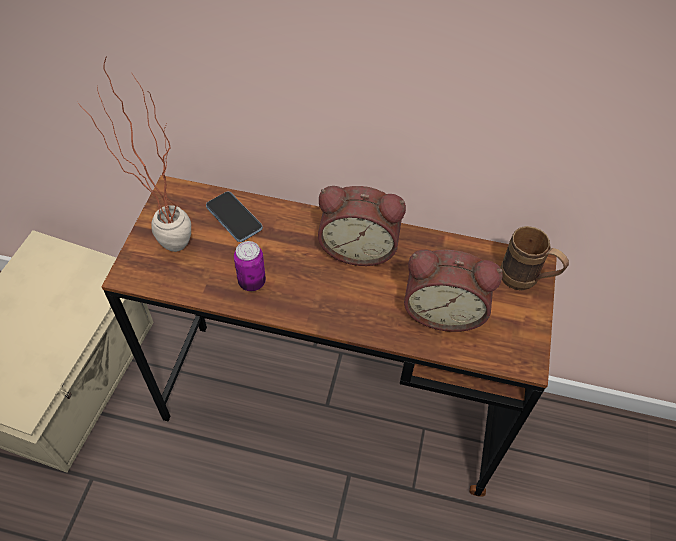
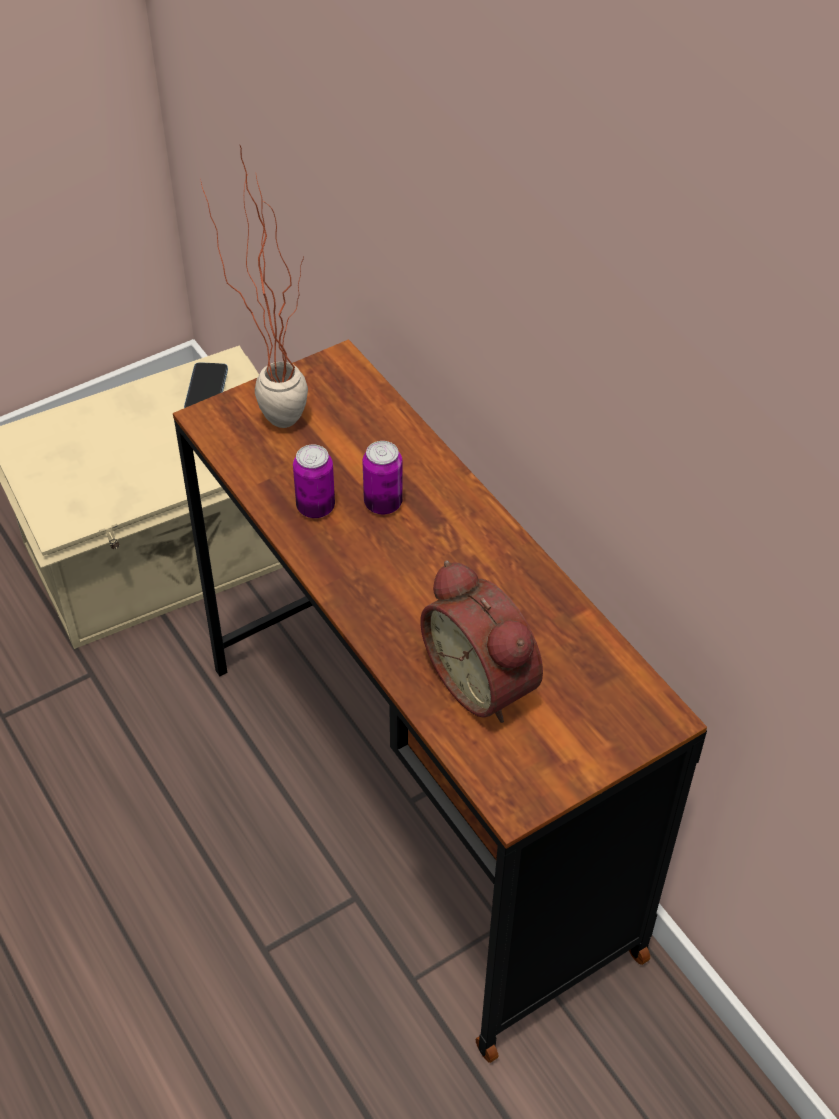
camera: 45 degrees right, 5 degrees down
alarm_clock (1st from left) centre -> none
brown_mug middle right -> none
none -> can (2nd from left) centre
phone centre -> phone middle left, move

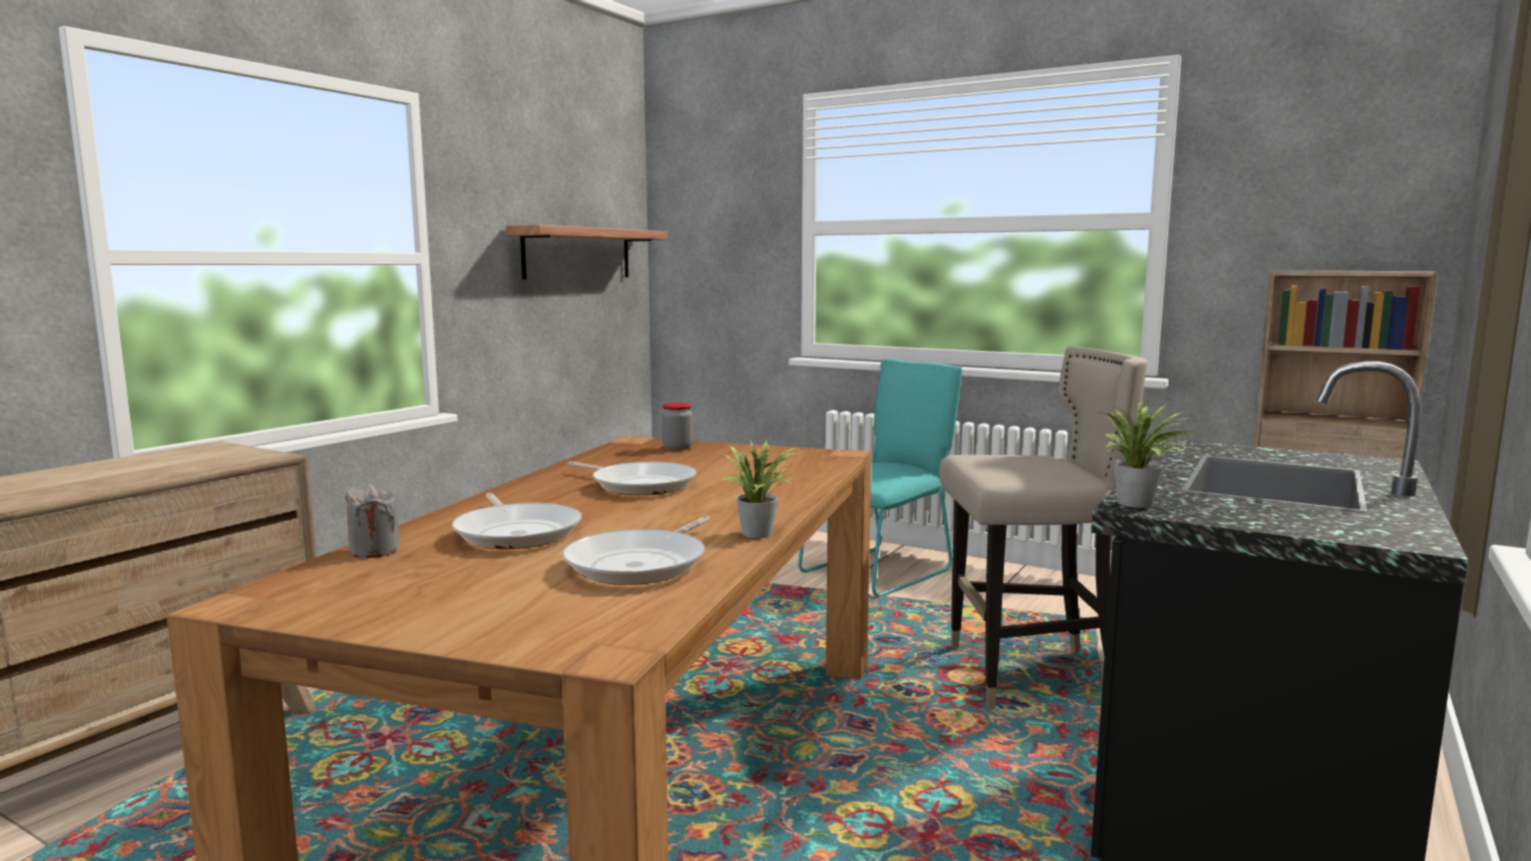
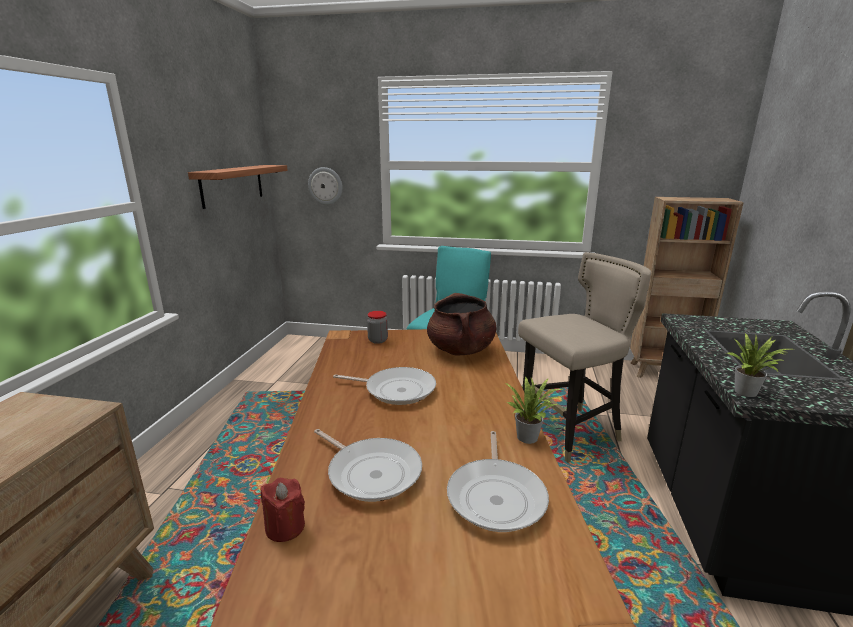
camera: 20 degrees left, 10 degrees up
none -> wall_clock top centre
none -> brown_cooking_pot centre
grey_candle middle left -> red_candle bottom left

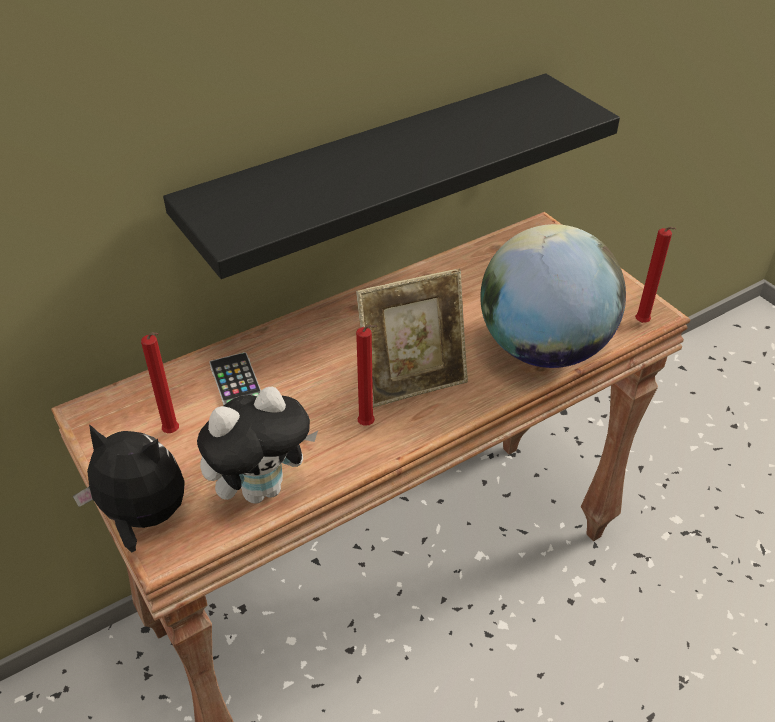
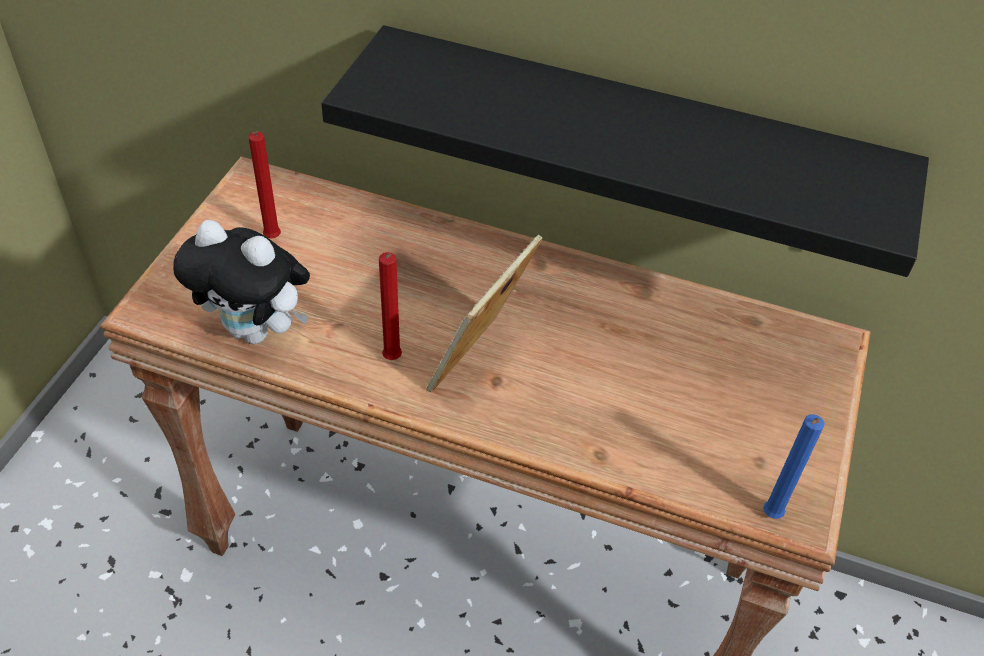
camera: 50 degrees right, 5 degrees up
plush_toy (1st from left) bottom left -> none
phone middle left -> none
globe middle right -> none
red_candle (3rd from left) middle right -> blue_candle bottom right
picture_frame centre, 90 degrees clockwise

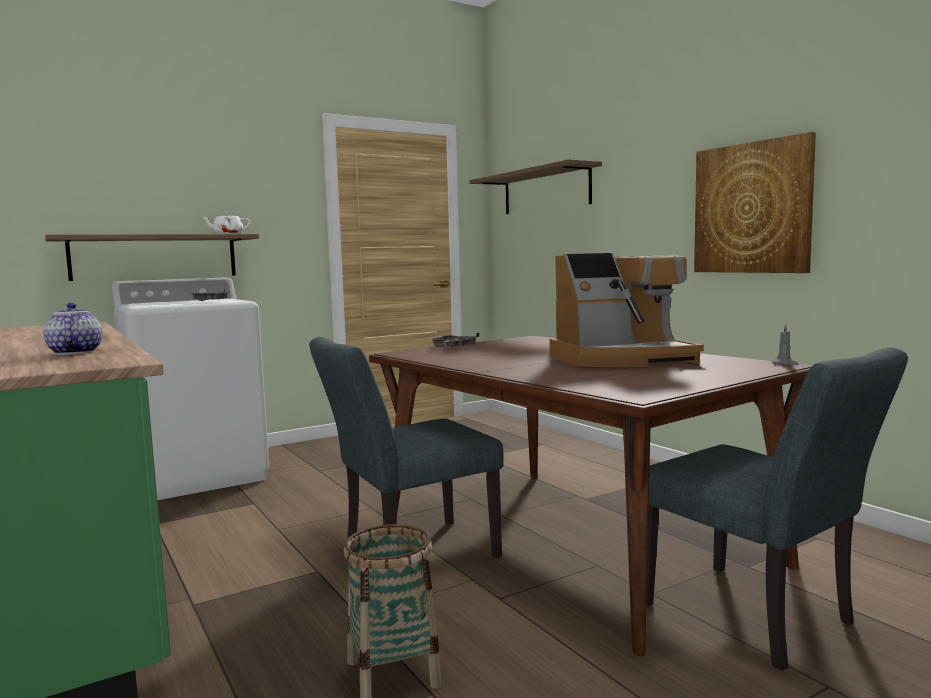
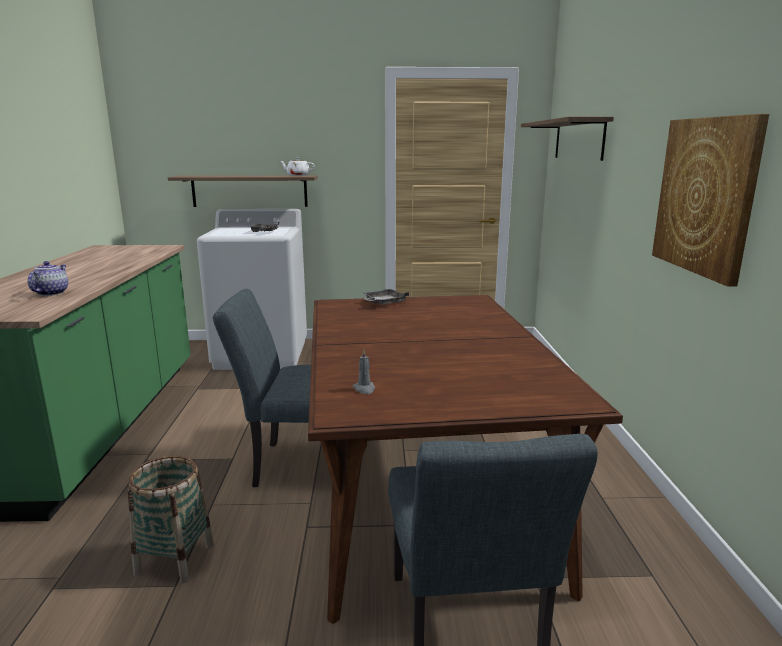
camera: 30 degrees right, 10 degrees up
coffee_machine middle right -> none
grey_candle middle right -> grey_candle centre, move

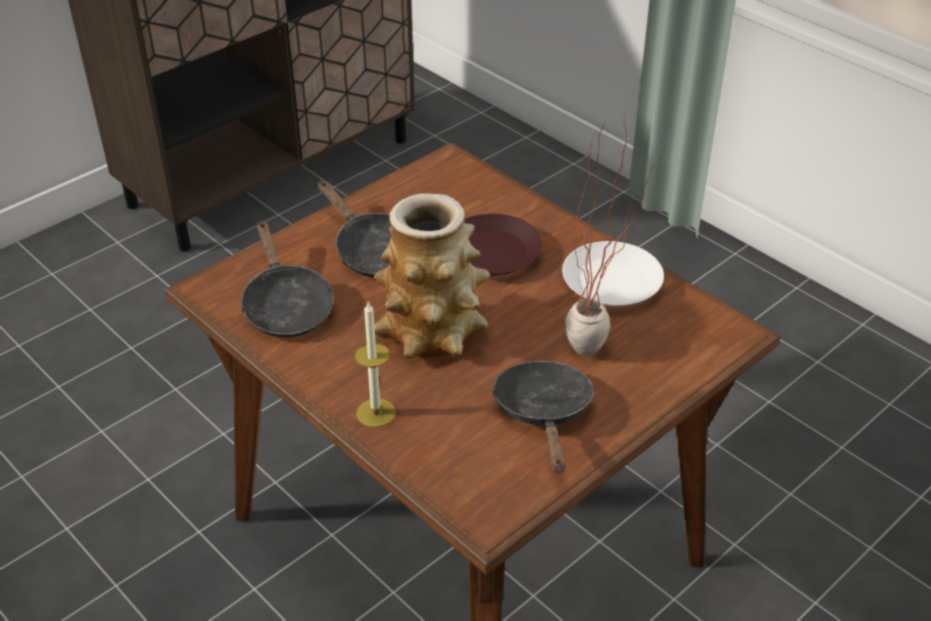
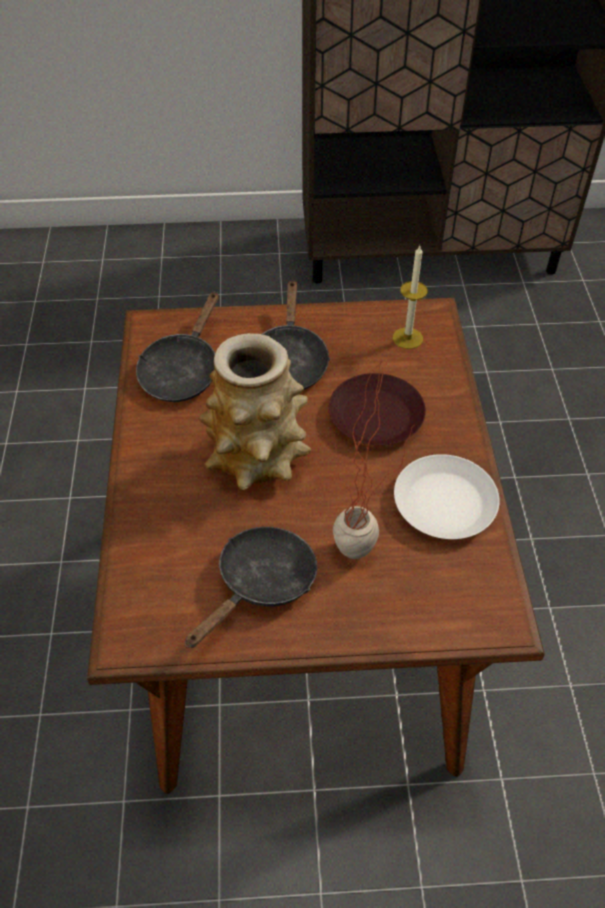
camera: 40 degrees right, 10 degrees up
candle centre -> candle top right, move

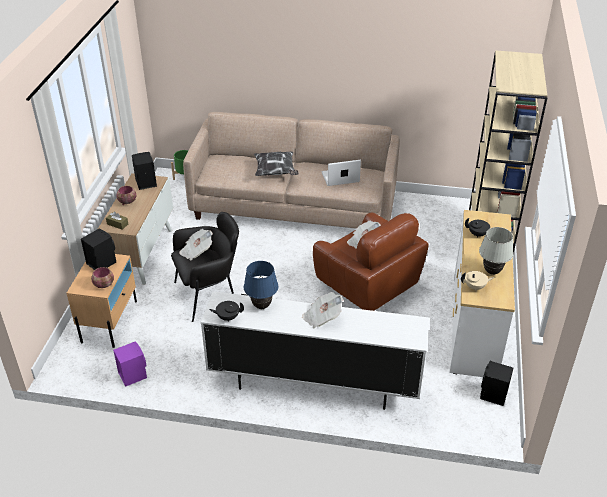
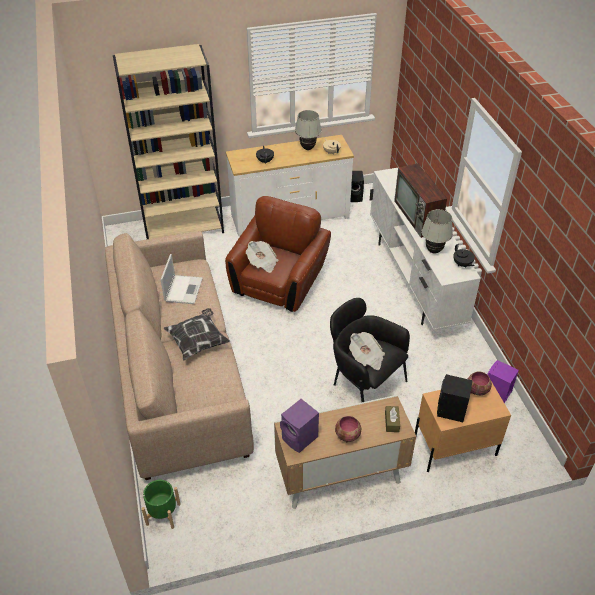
camera: 115 degrees left, 5 degrees up
newspaper (2nd from left) centre -> television middle right
black_speaker (2nd from left) middle left -> purple_speaker (1st from left) bottom centre
blue_table_lamp centre -> white_table_lamp (2nd from left) middle right
laptop centre -> laptop middle left, 135 degrees counterclockwise

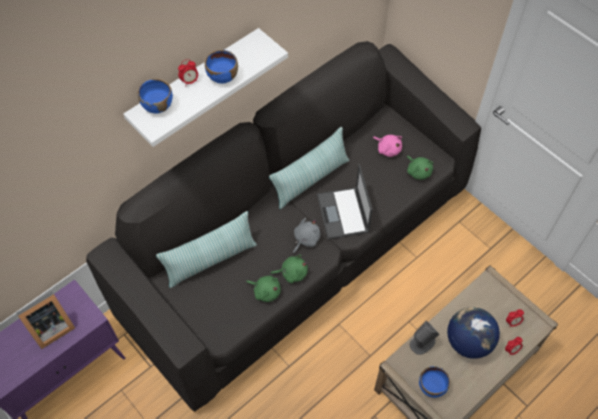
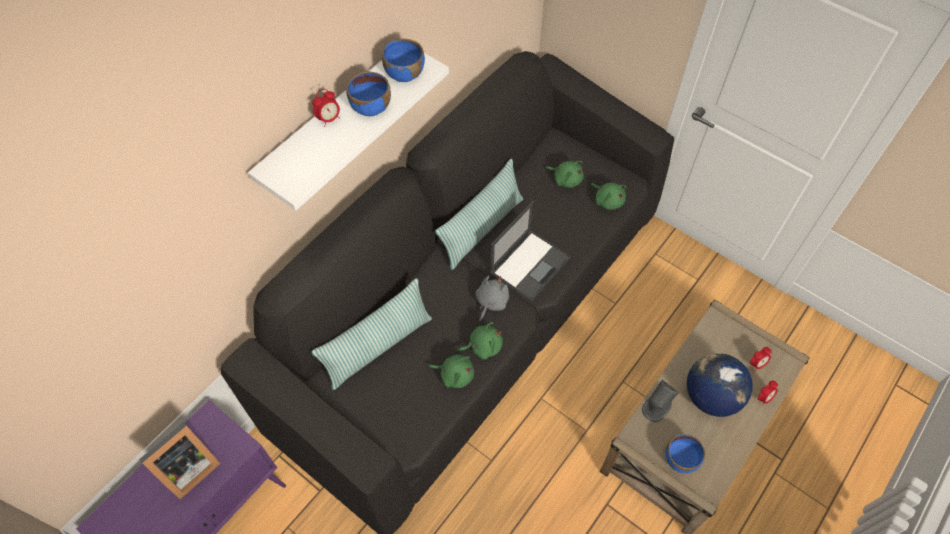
camera: 10 degrees left, 0 degrees up
blue_bowl (1st from left in the first image) top left -> blue_bowl (2nd from left) top centre, move
pink_plush_toy centre -> green_plush_toy (3rd from left) top centre
laptop centre, 120 degrees counterclockwise

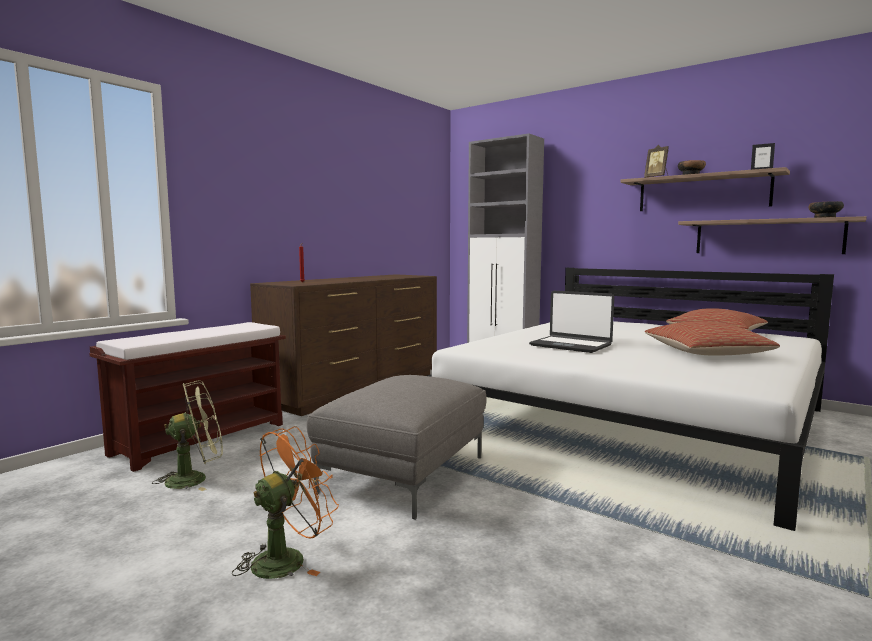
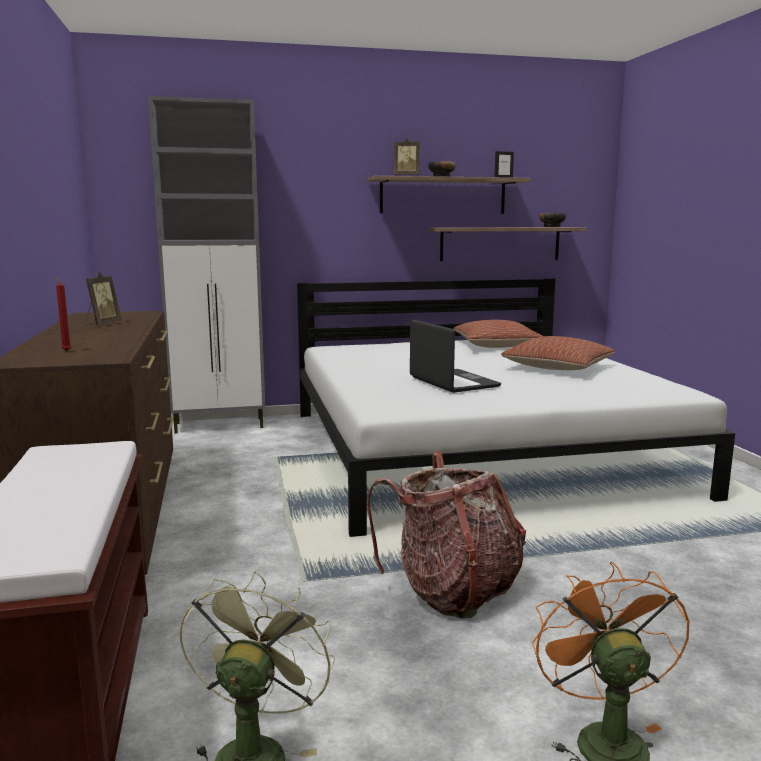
camera: 50 degrees left, 5 degrees up
none -> picture_frame (1st from left) middle left
grey_ottoman bottom centre -> backpack bottom centre
laptop centre, 105 degrees counterclockwise

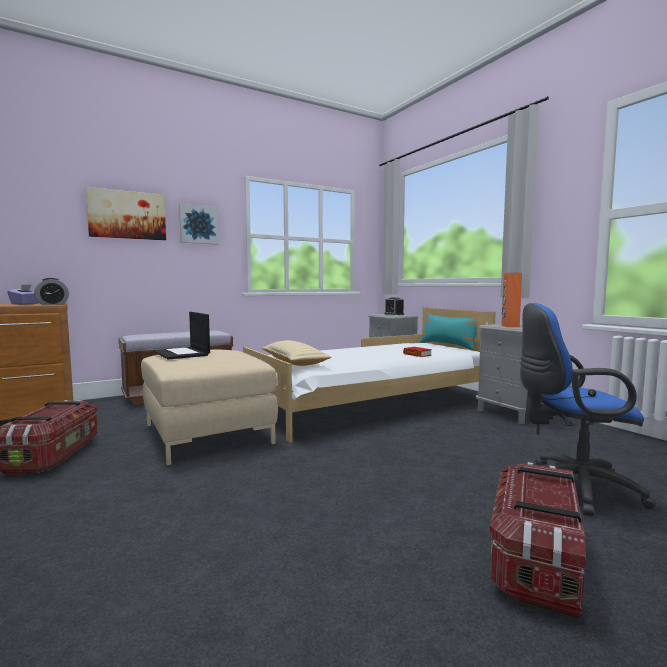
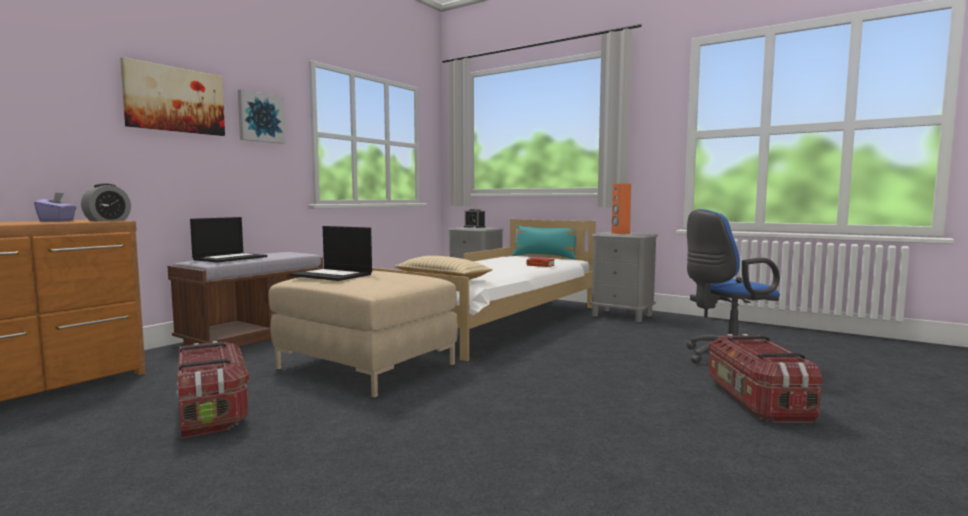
camera: 25 degrees left, 0 degrees up
none -> laptop (1st from left) middle left

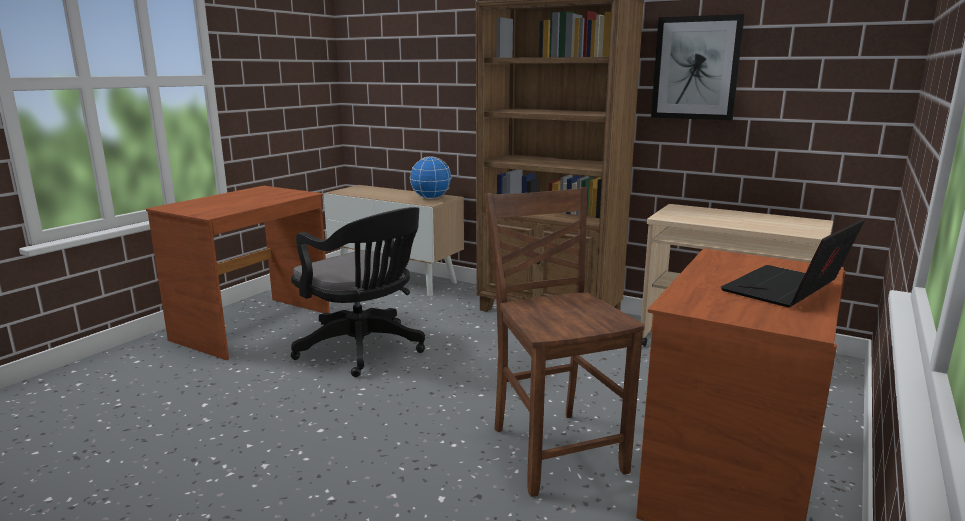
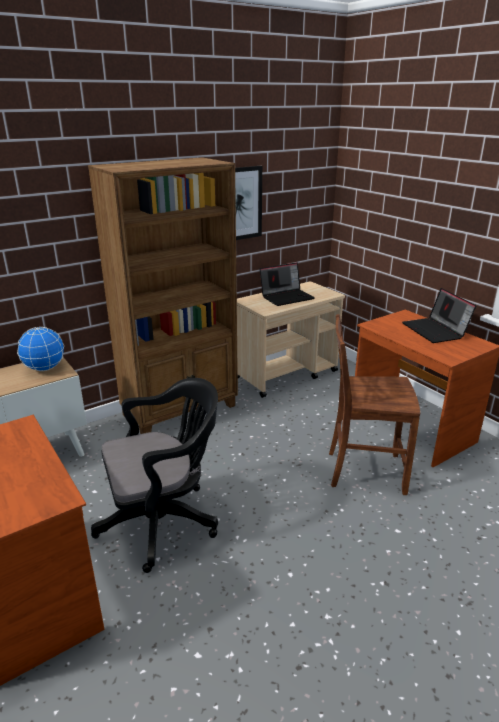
camera: 65 degrees left, 10 degrees up
none -> laptop (1st from left) centre

